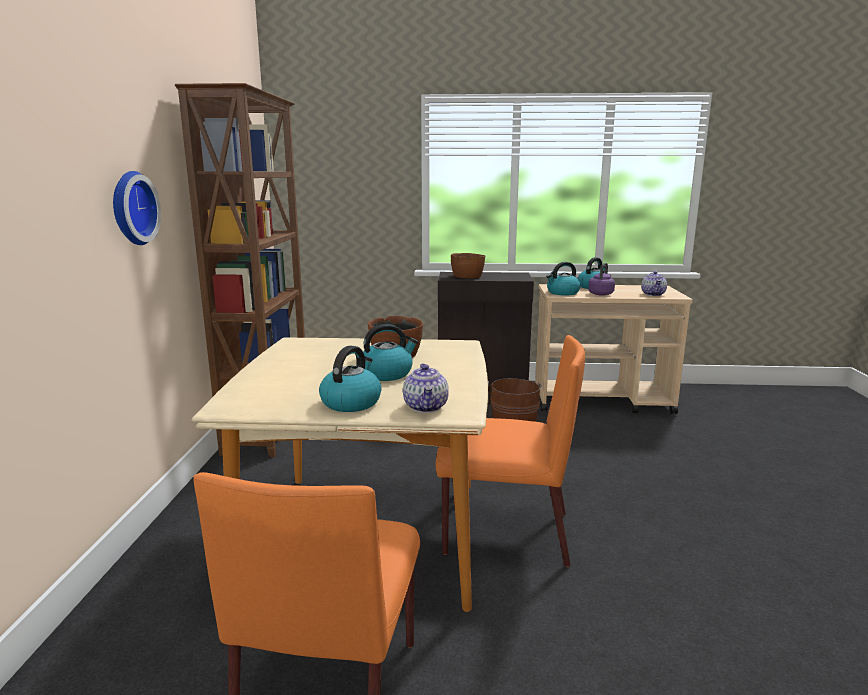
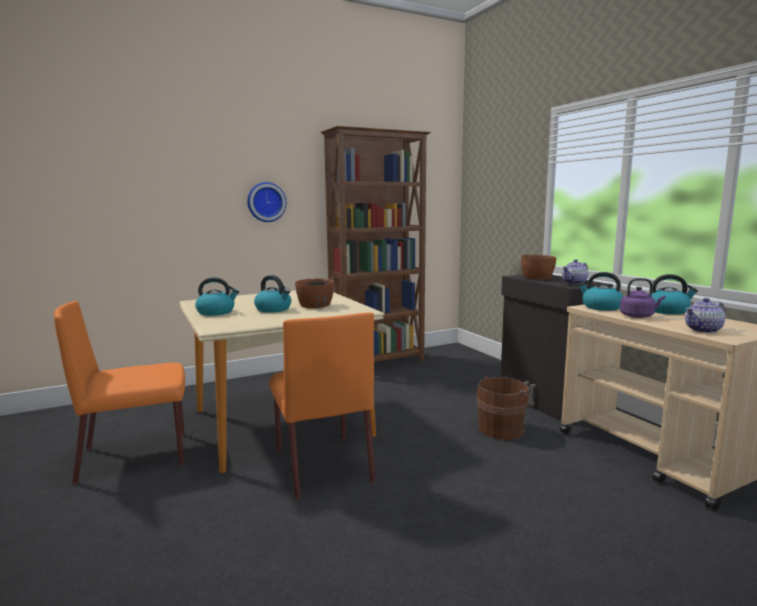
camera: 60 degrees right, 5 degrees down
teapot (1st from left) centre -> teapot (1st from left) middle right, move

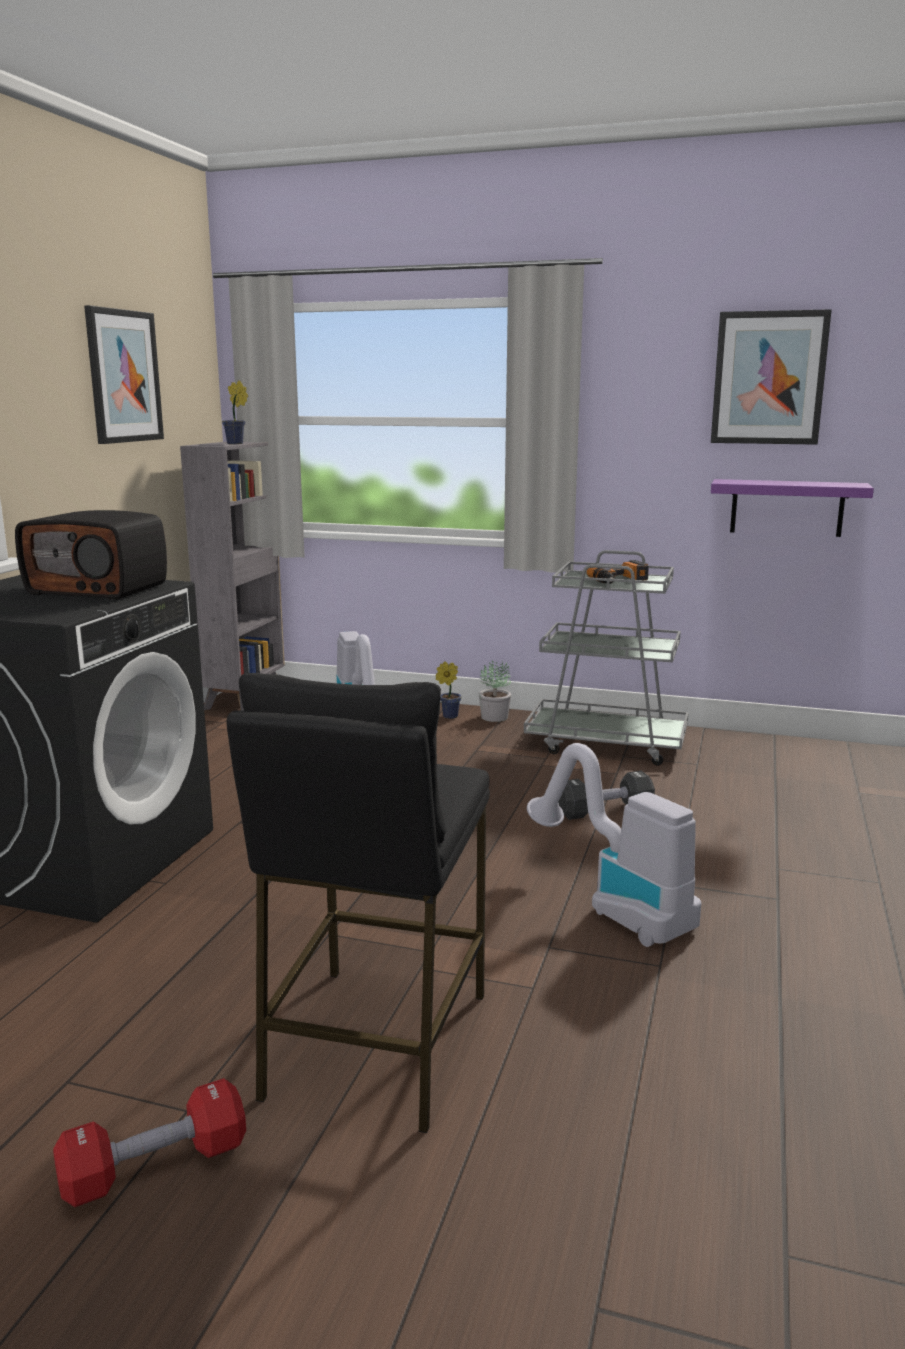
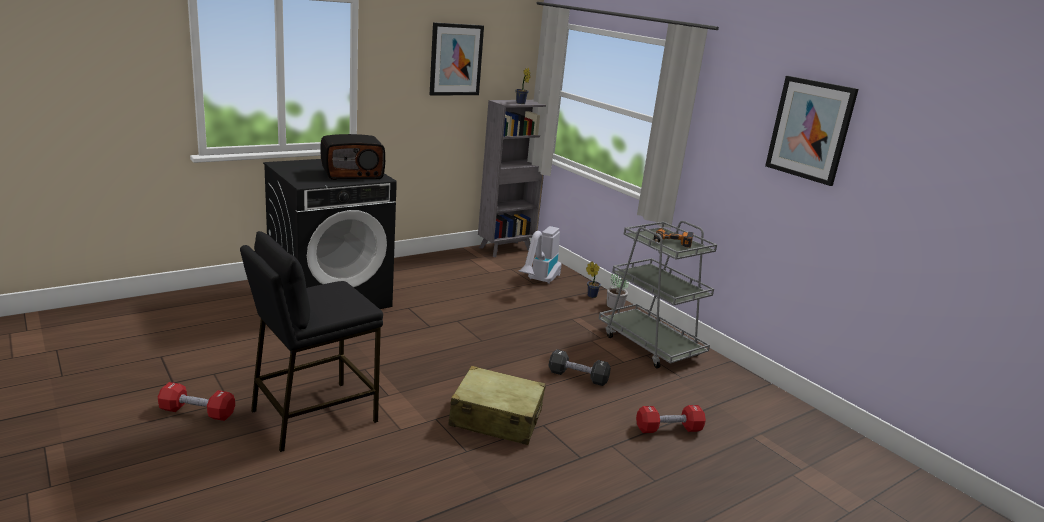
camera: 35 degrees right, 5 degrees up
purple_shelf middle right -> none
none -> red_dumbbell (2nd from left) bottom centre
vacuum_cleaner (2nd from left) middle right -> beige_suitcase bottom centre
radio middle left -> radio top centre, 75 degrees counterclockwise

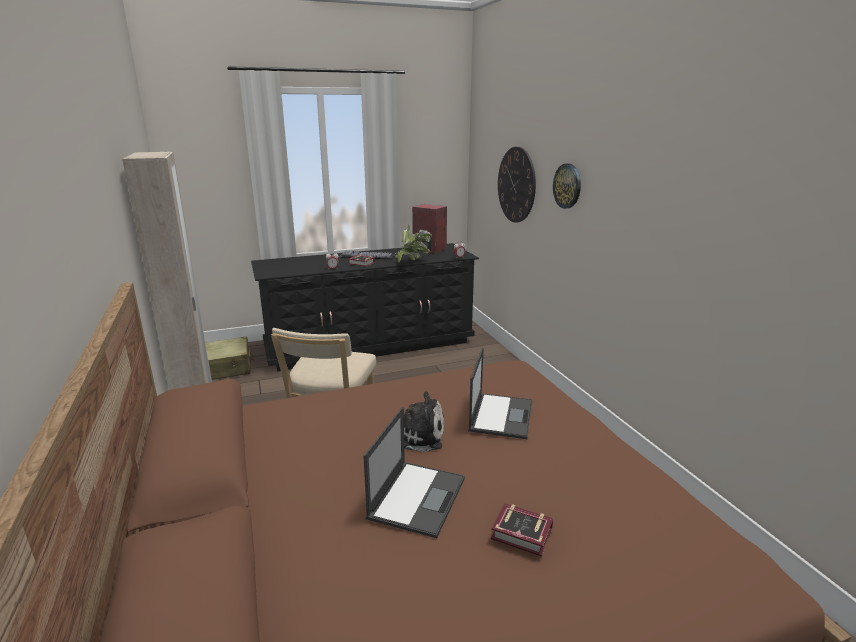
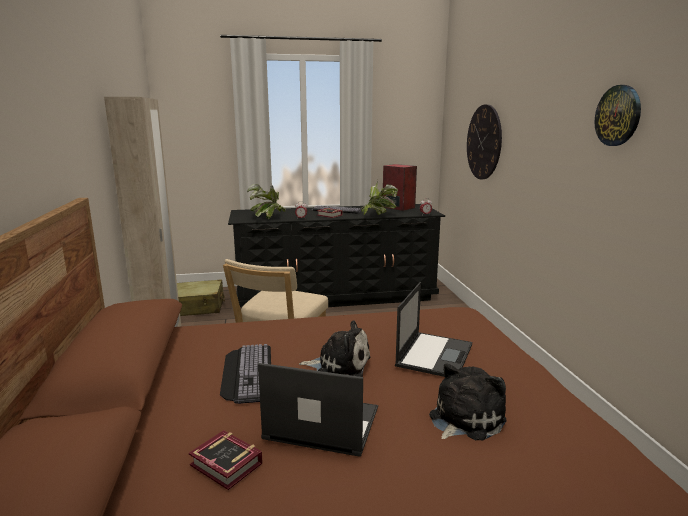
camera: 10 degrees right, 5 degrees down
none -> keyboard (1st from left) bottom centre
none -> potted_plant (1st from left) centre
none -> plush_toy (2nd from left) bottom right
book (2nd from left in the first image) bottom centre -> book (1st from left) bottom left, move
wall_clock (2nd from left) top centre -> wall_clock (2nd from left) top right, move
laptop (1st from left) bottom centre, 105 degrees counterclockwise

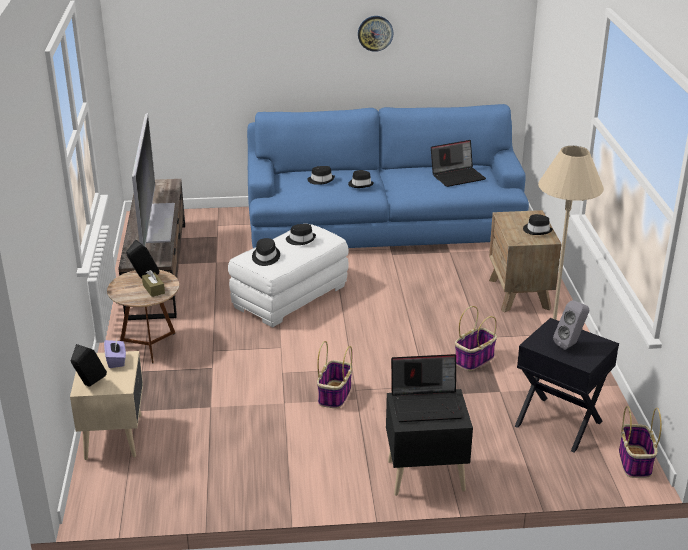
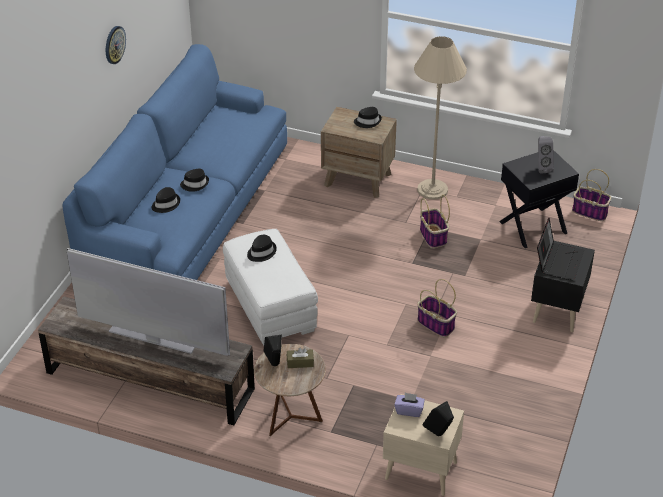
camera: 65 degrees left, 10 degrees up
black_hat (1st from left) centre -> none
laptop (2nd from left) top centre -> none

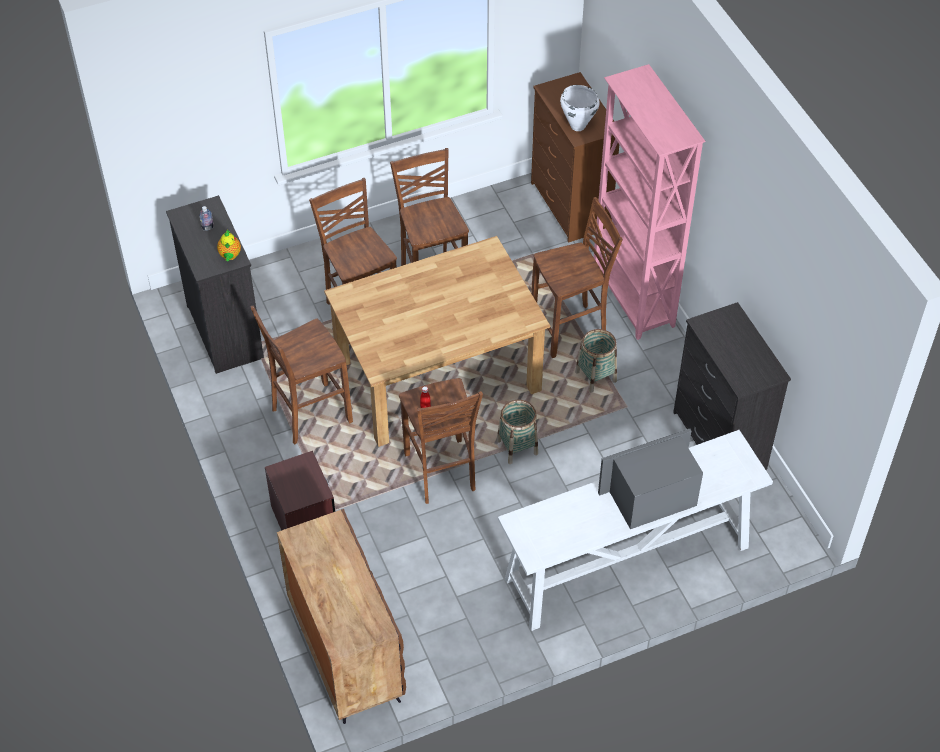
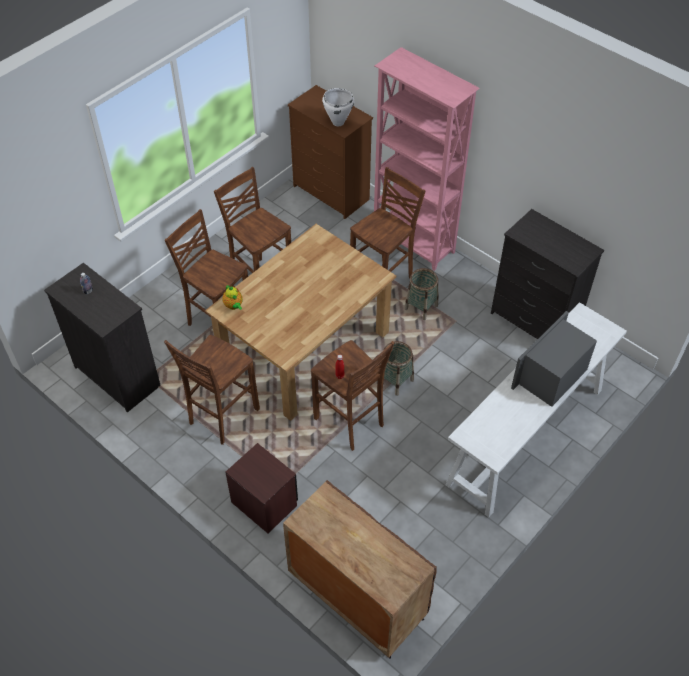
camera: 25 degrees left, 0 degrees up
teapot top left -> teapot centre, move

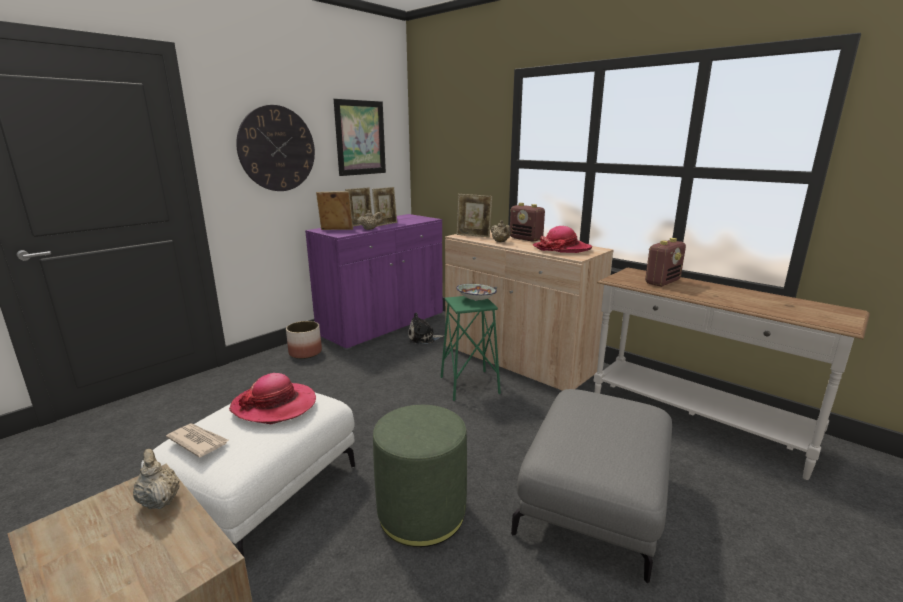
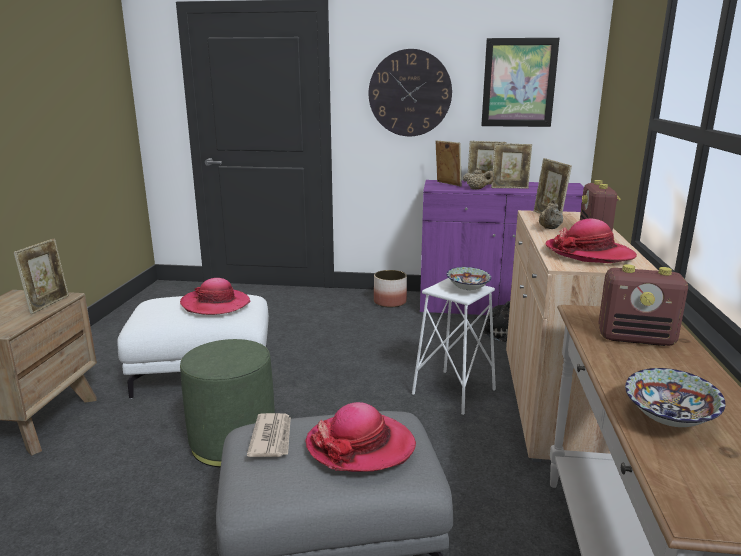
camera: 55 degrees right, 0 degrees up
none -> hat (2nd from left) bottom centre
none -> bowl (2nd from left) bottom right
newspaper bottom left -> newspaper bottom centre, move
beige_teapot (1st from left) bottom left -> picture_frame (1st from left) middle left
green_stool centre -> white_stool centre

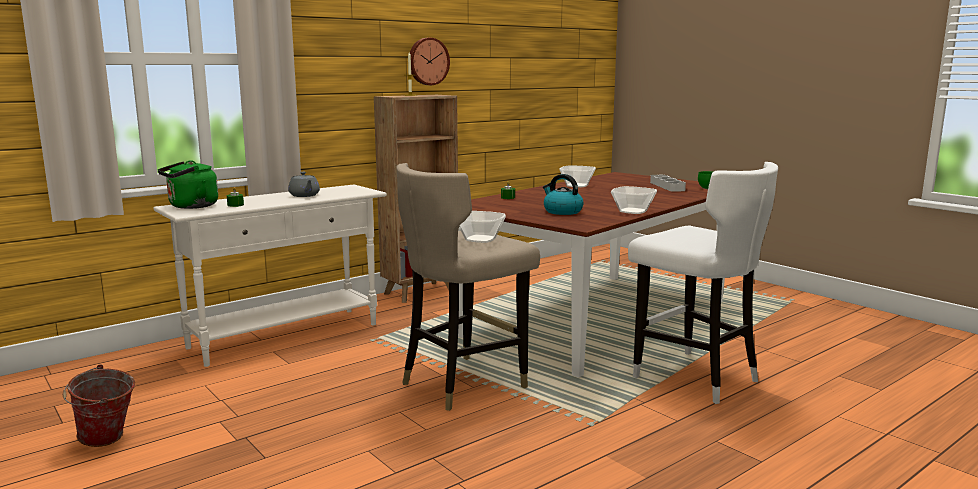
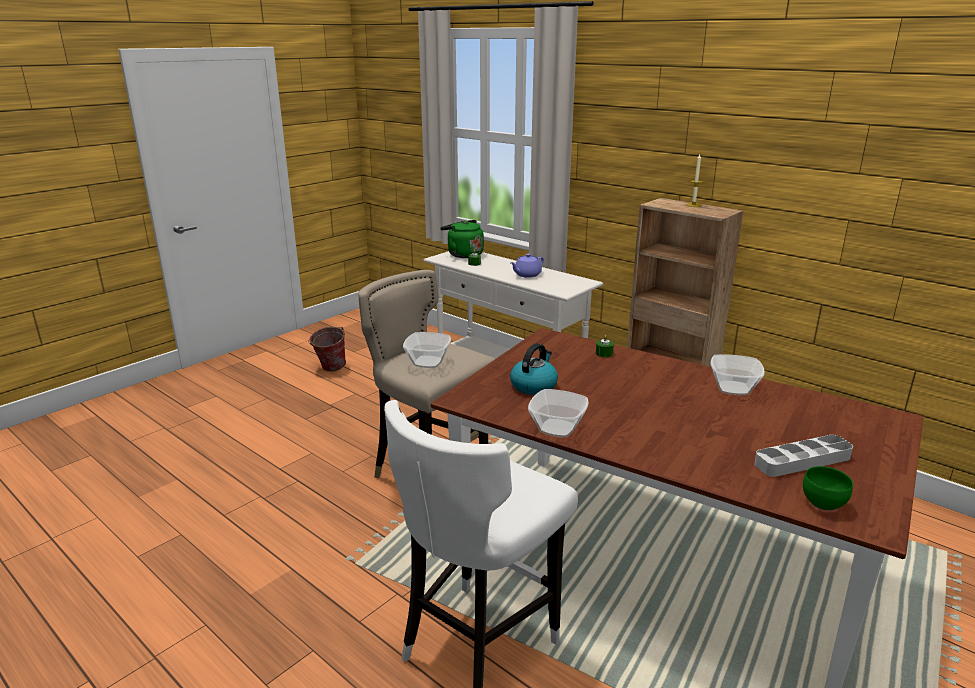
camera: 80 degrees right, 10 degrees up
wall_clock top centre -> none
grey_teapot middle left -> purple_teapot centre

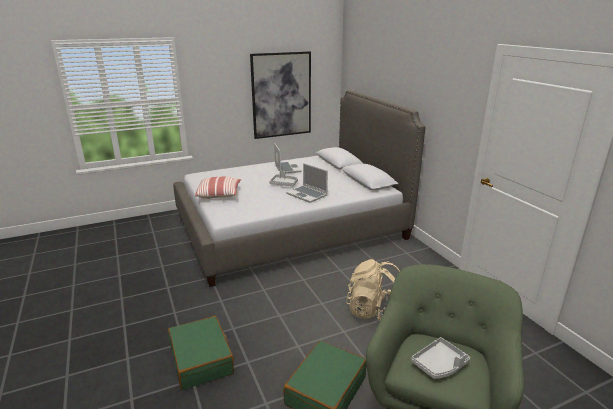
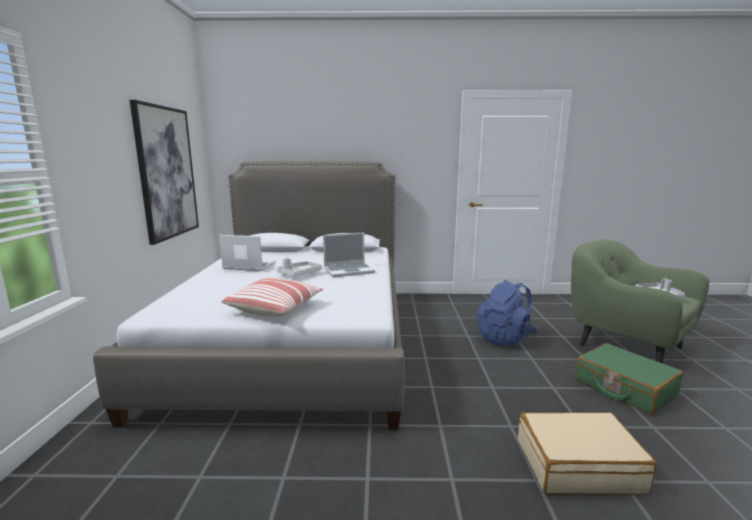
camera: 65 degrees left, 10 degrees down
green_suitcase (1st from left) bottom left -> beige_suitcase bottom right
beige_backpack bottom centre -> blue_backpack middle right

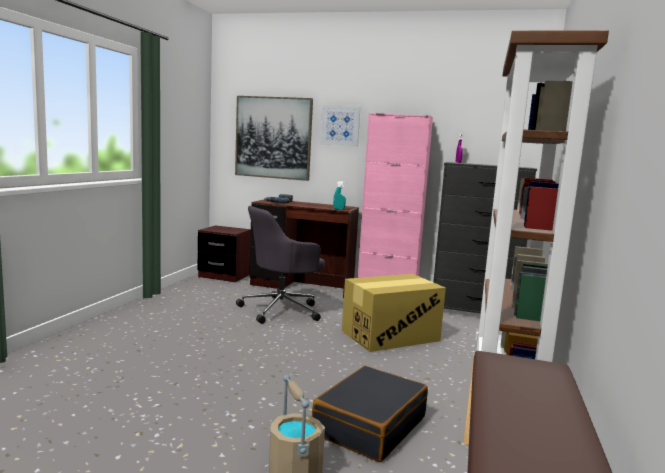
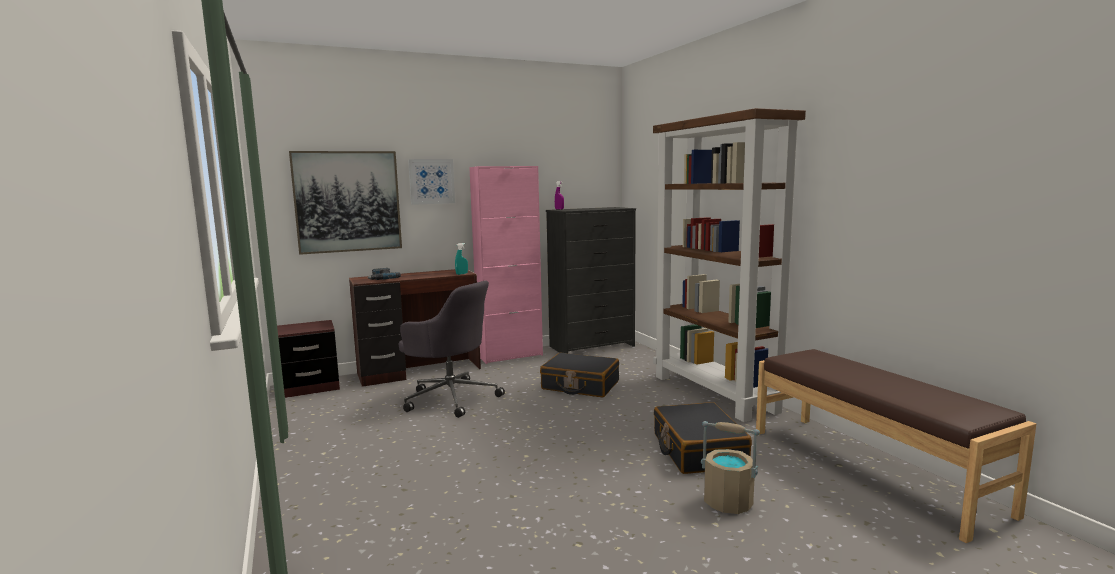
camera: 40 degrees left, 0 degrees up
cardboard_box centre -> black_suitcase (1st from left) centre
grey_office_chair centre, 75 degrees counterclockwise

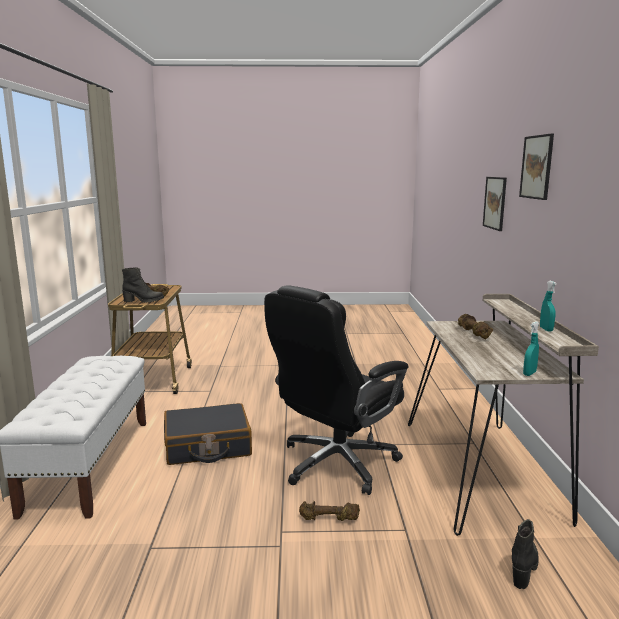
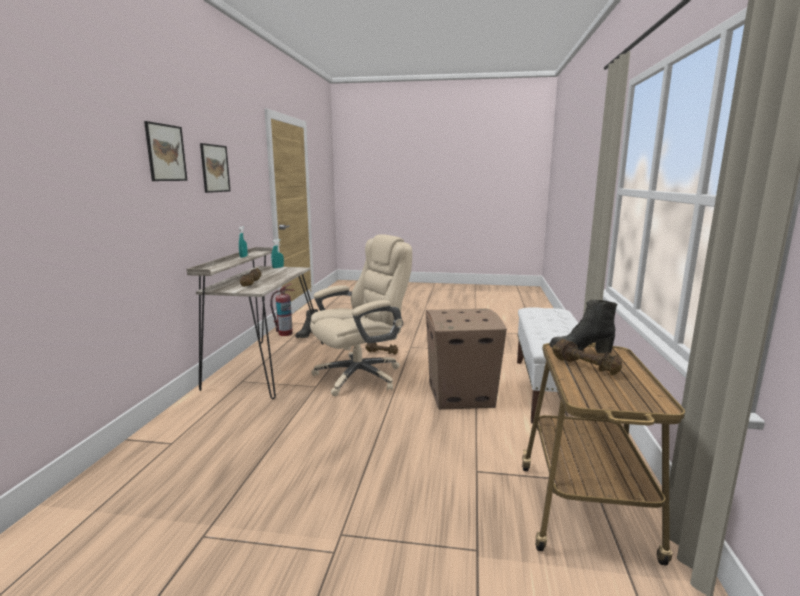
camera: 170 degrees left, 0 degrees up
none -> fire_extinguisher centre
picture (1st from left in the first image) top right -> picture (2nd from left) top left, move
black_suitcase bottom centre -> cardboard_box centre
black_office_chair centre -> beige_office_chair centre

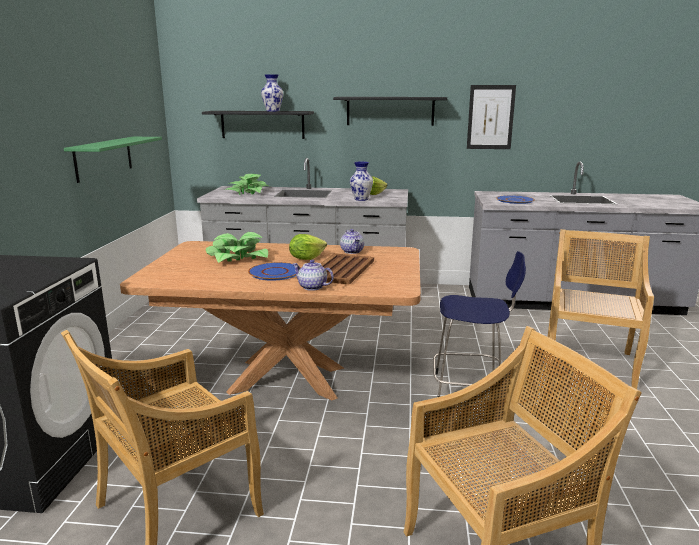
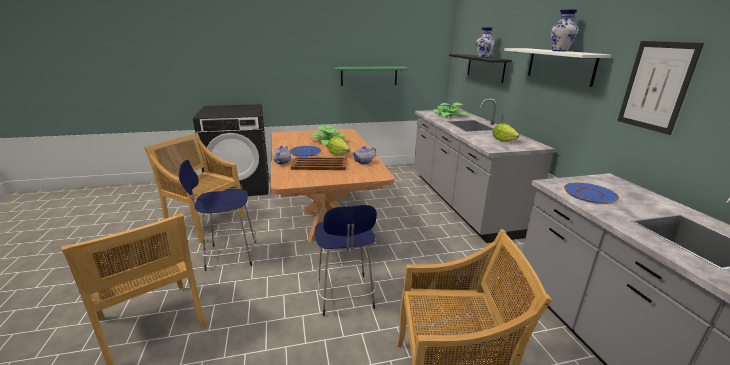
camera: 70 degrees right, 5 degrees up
none -> blue_stool (1st from left) middle left
vase (2nd from left) top centre -> vase (2nd from left) top right, move
black_shelf (2nd from left) top centre -> white_shelf top right

